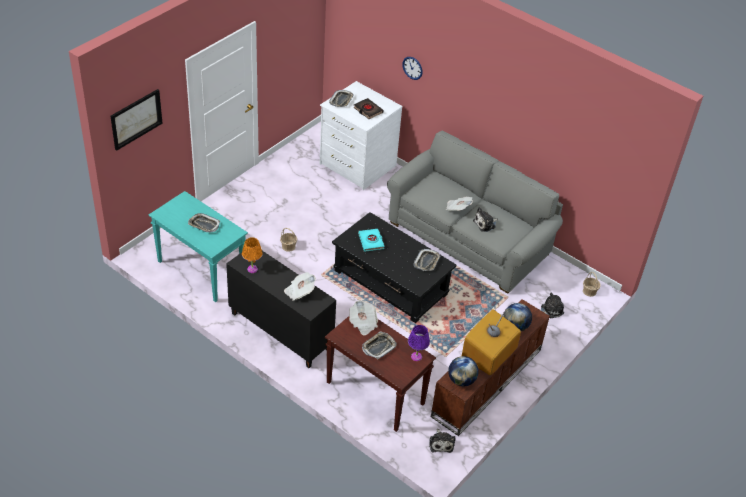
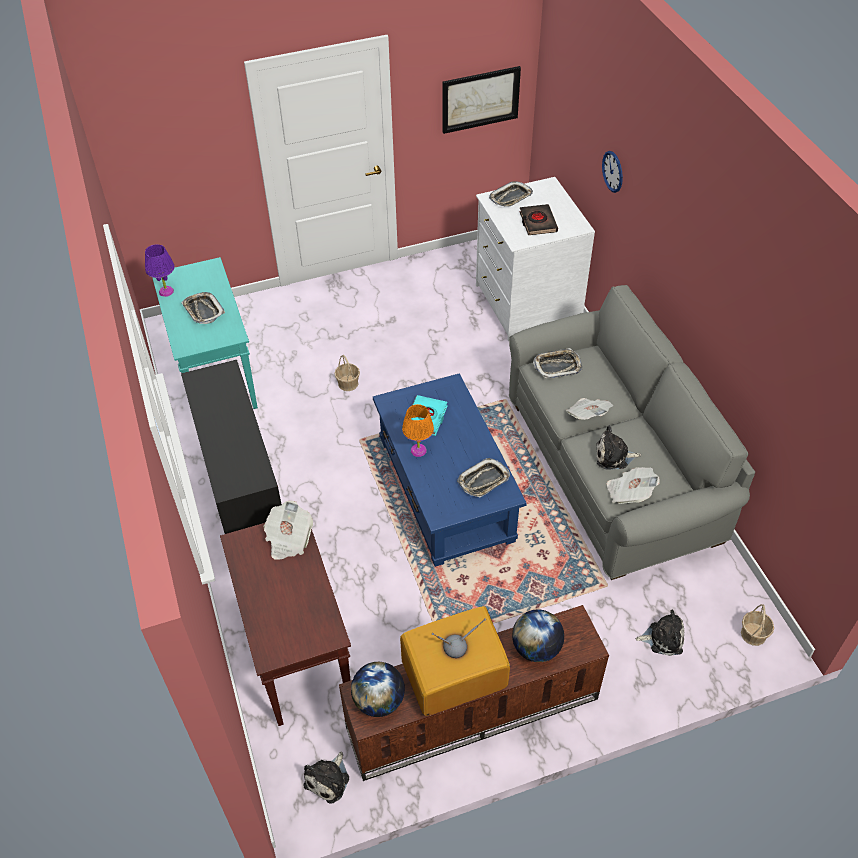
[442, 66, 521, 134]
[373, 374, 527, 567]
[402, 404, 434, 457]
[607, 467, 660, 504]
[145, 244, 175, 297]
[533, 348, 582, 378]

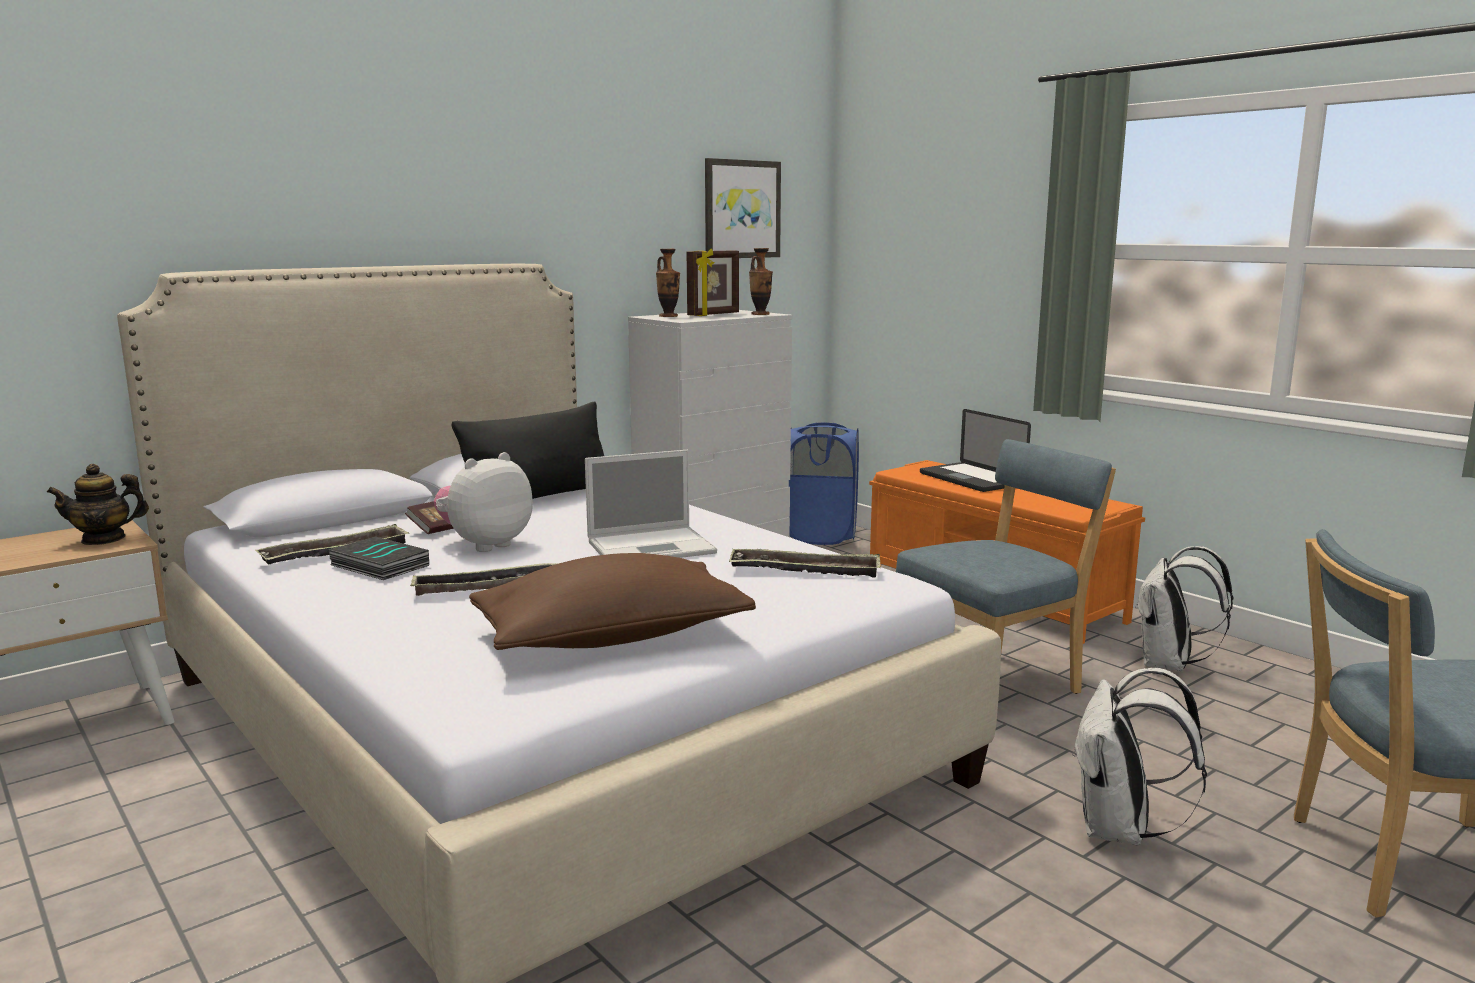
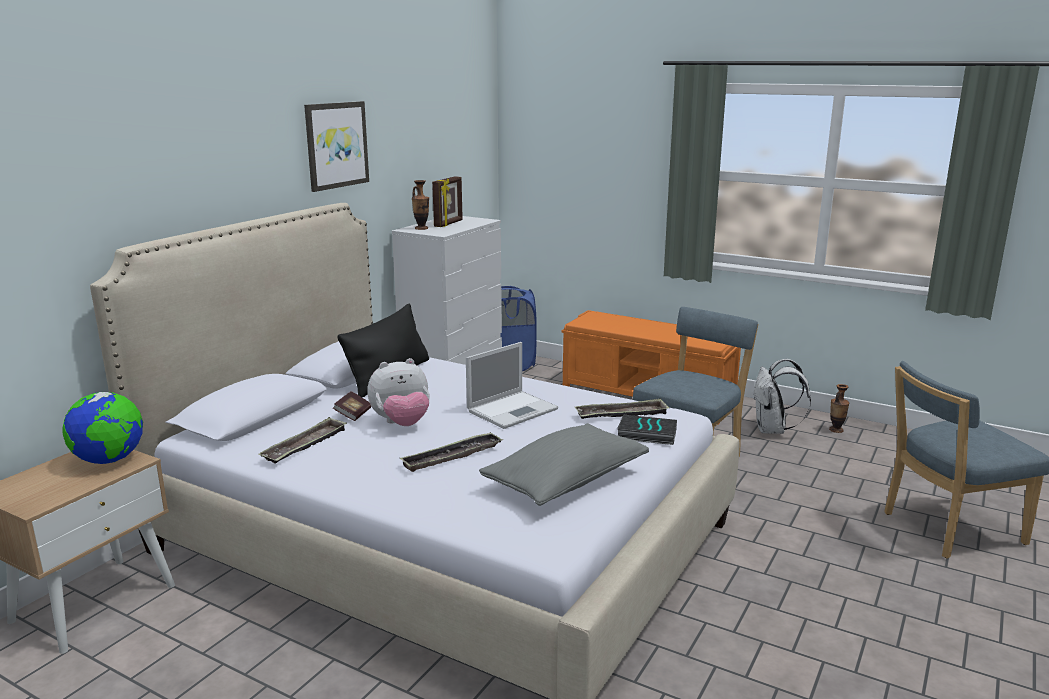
[304, 101, 369, 192]
[829, 384, 849, 433]
[920, 409, 1031, 492] (first image)
[367, 358, 430, 426]
[63, 392, 143, 464]
[617, 415, 677, 445]
[479, 423, 649, 506]
[1072, 668, 1207, 846] (first image)

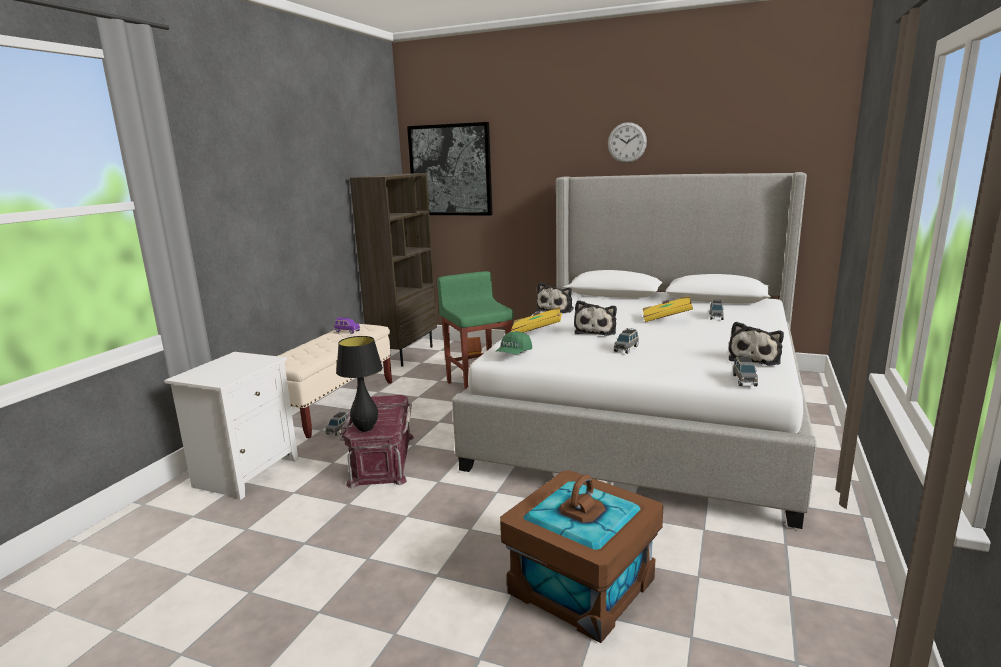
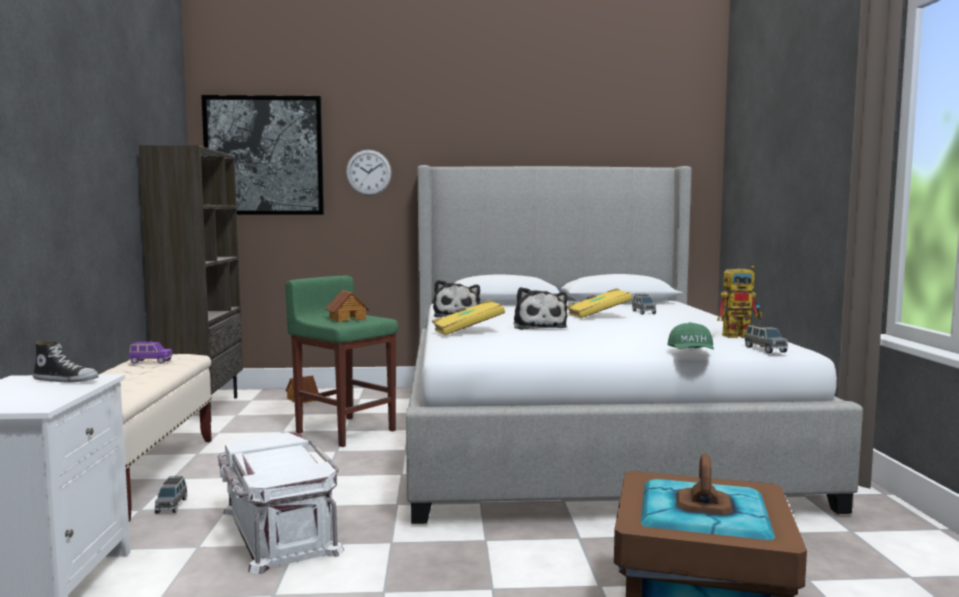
[346, 150, 392, 196]
[717, 266, 762, 338]
[614, 328, 639, 354] (first image)
[667, 322, 714, 349]
[336, 336, 383, 432] (first image)
[218, 432, 344, 574]
[325, 290, 370, 322]
[33, 341, 99, 383]

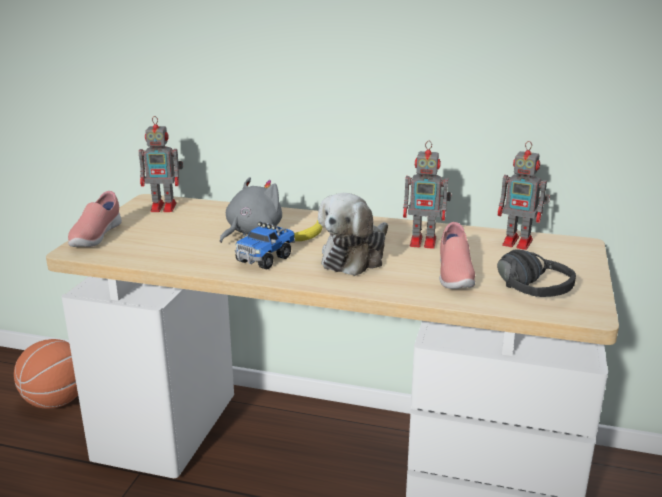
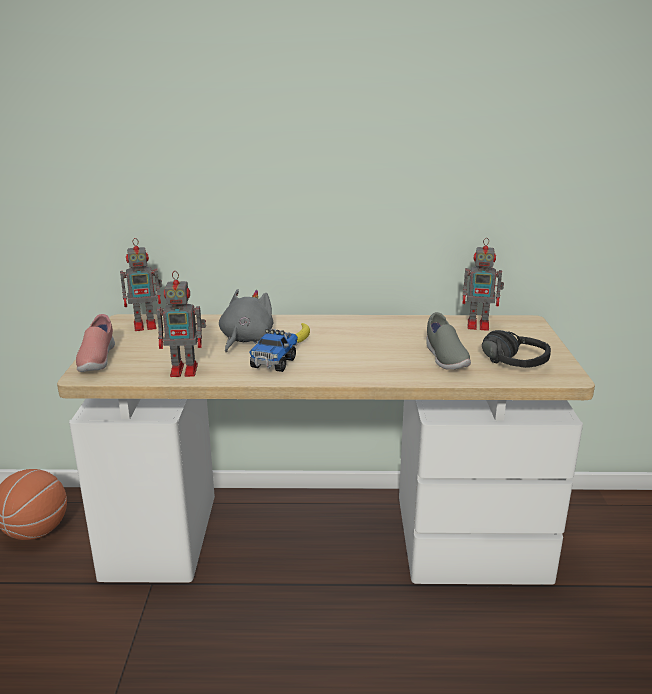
[157, 271, 206, 377]
[318, 193, 388, 276] (first image)
[426, 312, 471, 370]

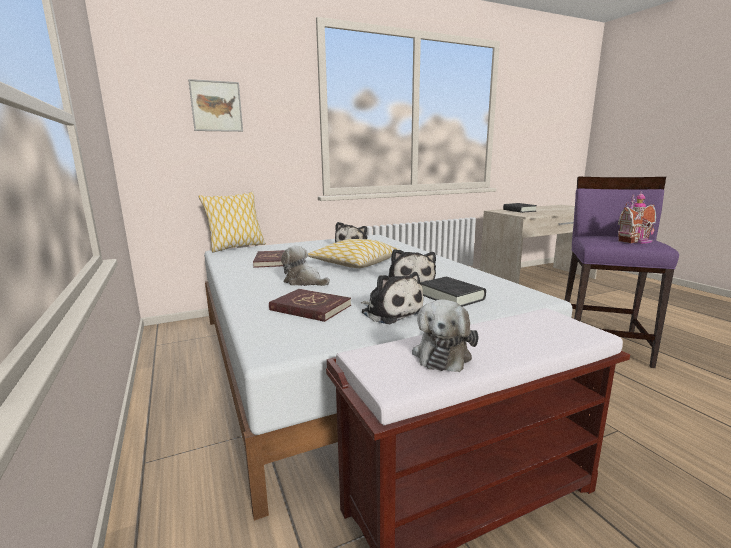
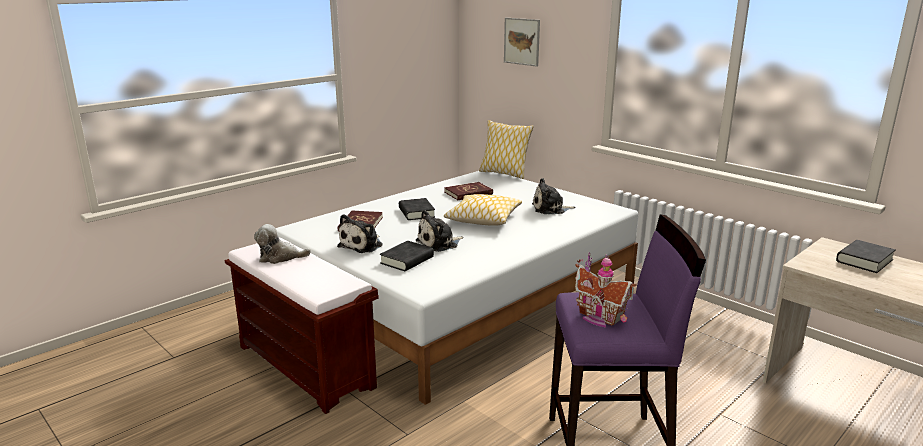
[399, 198, 435, 220]

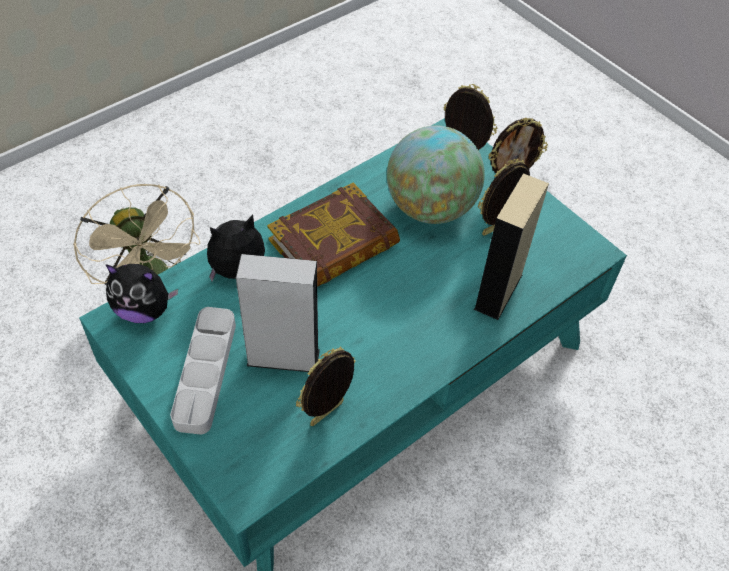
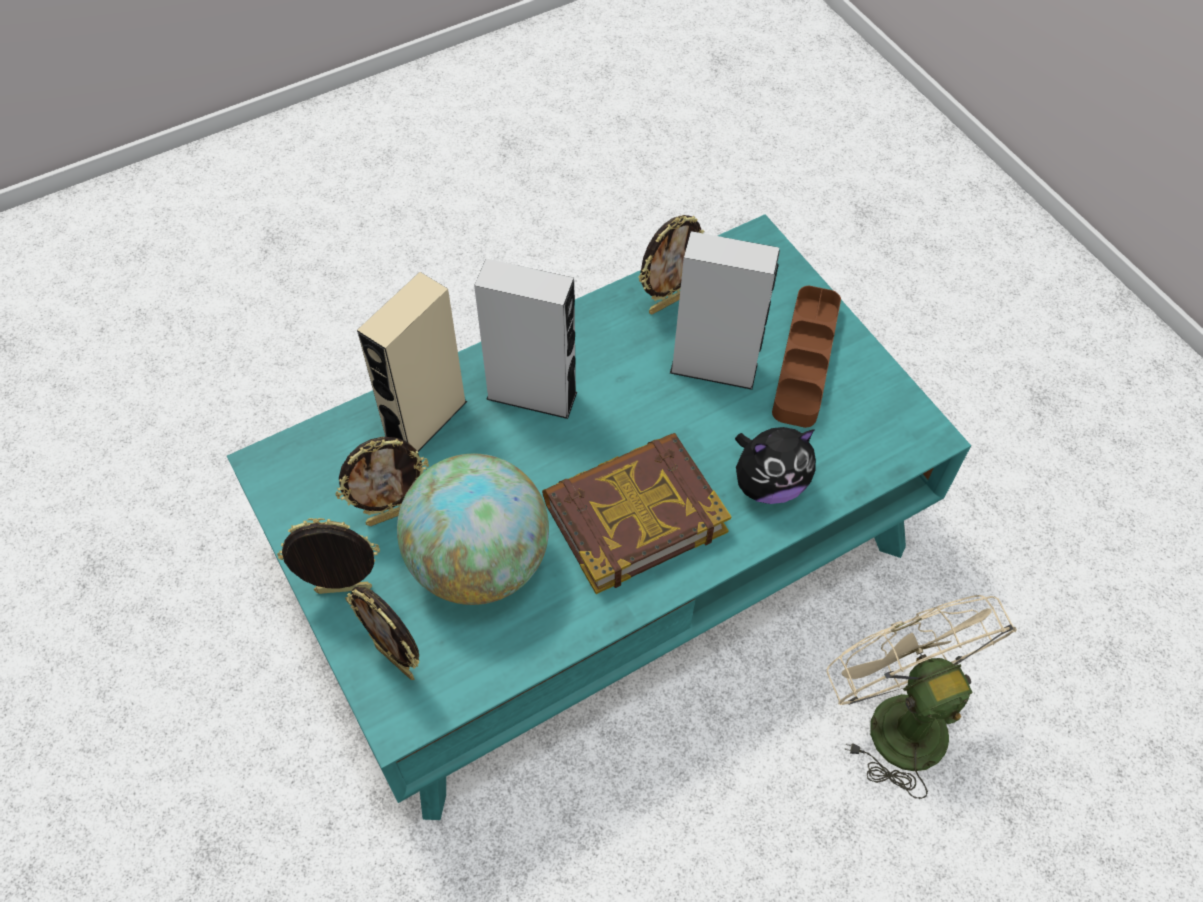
[105, 264, 178, 323] (first image)
[772, 286, 841, 428]
[474, 259, 577, 419]

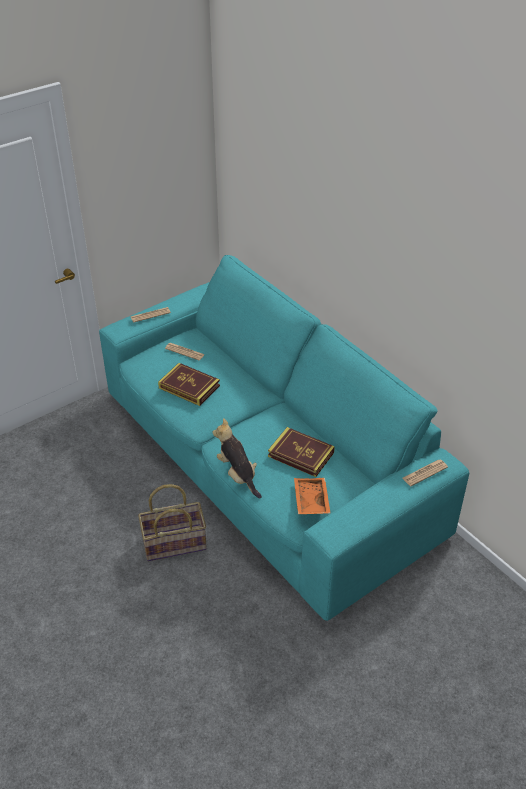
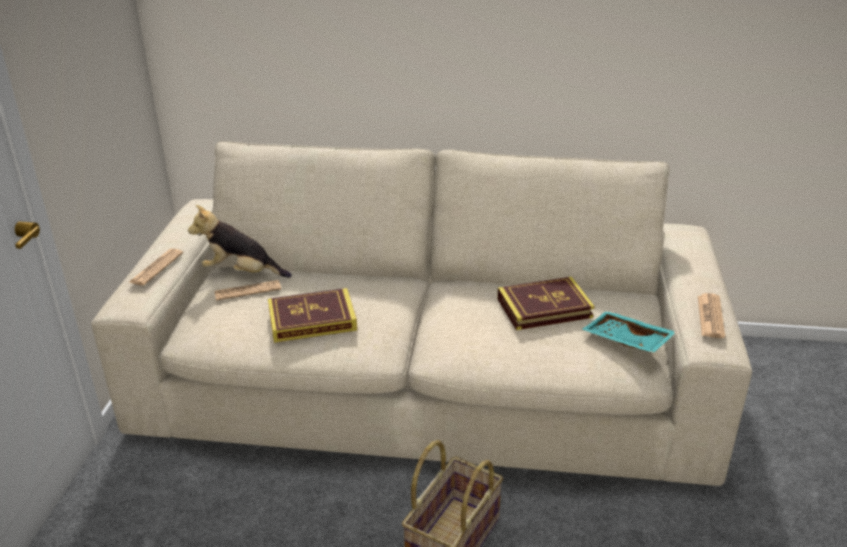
[91, 141, 752, 486]
[188, 205, 292, 278]
[698, 293, 725, 338]
[582, 311, 677, 353]

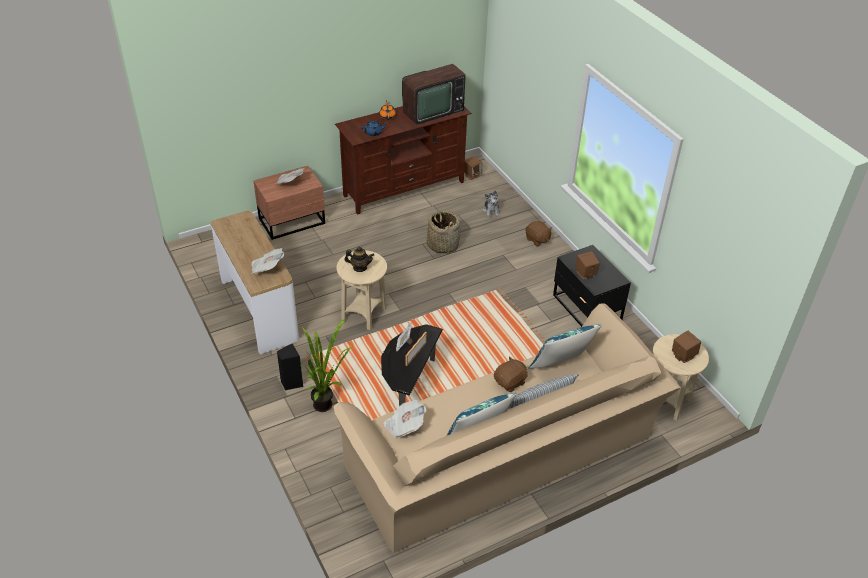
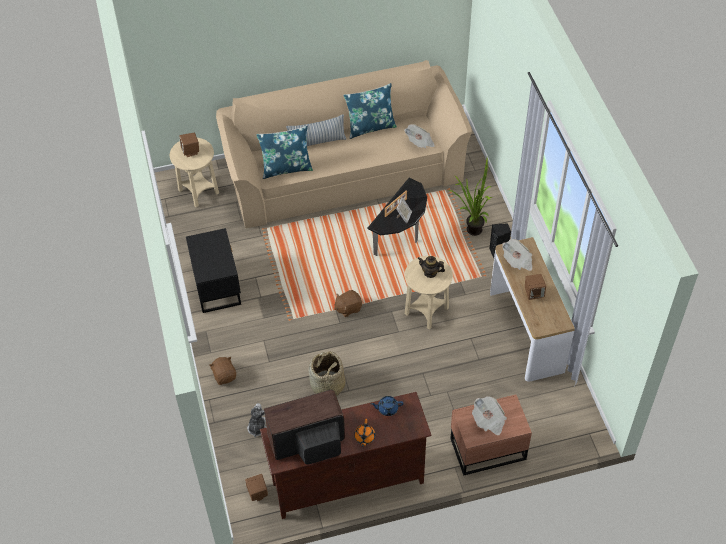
[525, 274, 546, 300]
[334, 290, 362, 317]

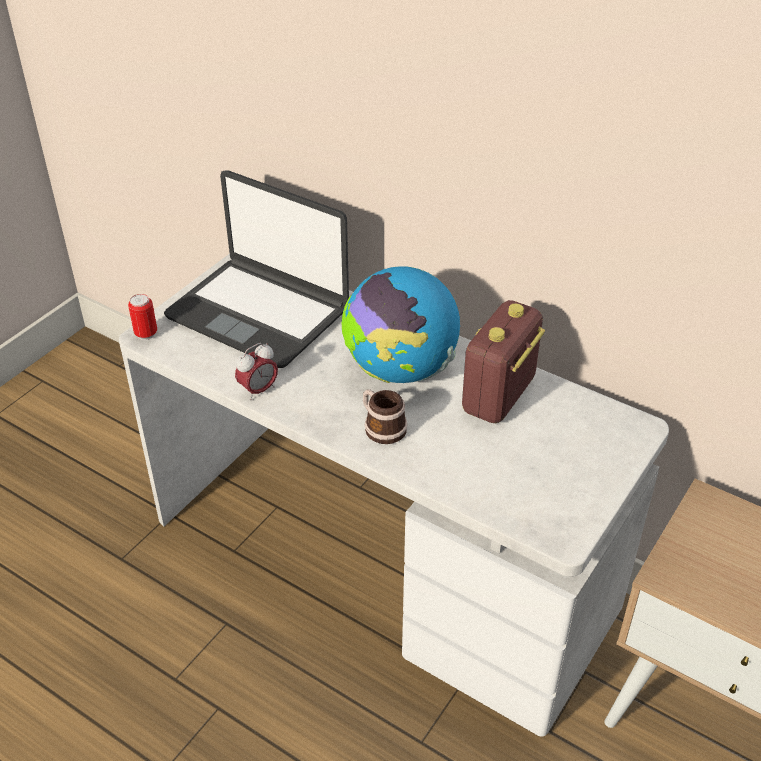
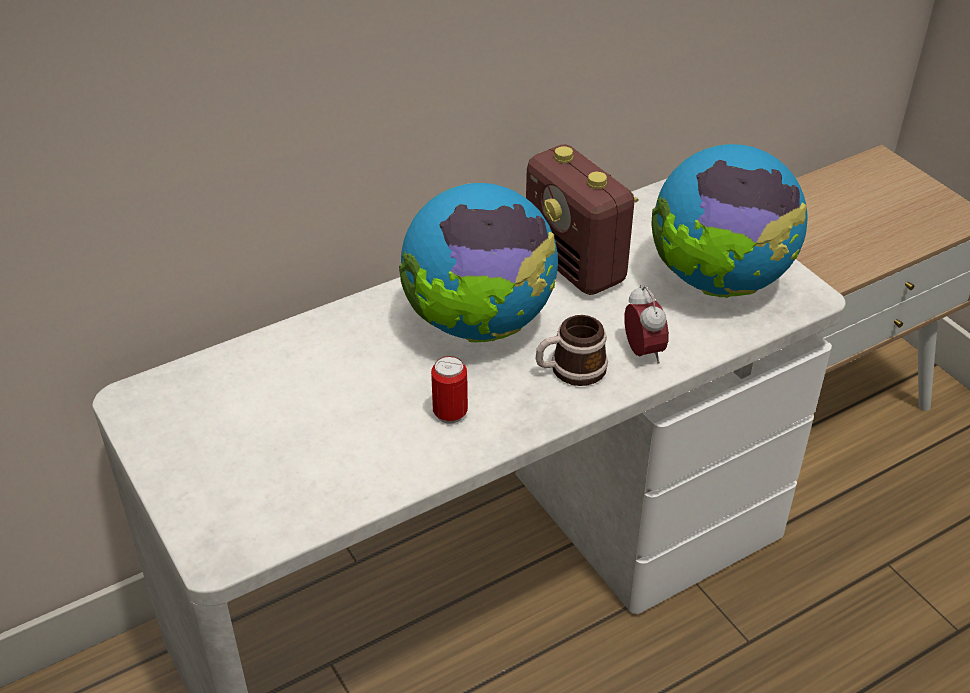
[164, 171, 349, 368] (first image)
[431, 356, 468, 424]
[624, 285, 669, 364]
[651, 144, 808, 298]

